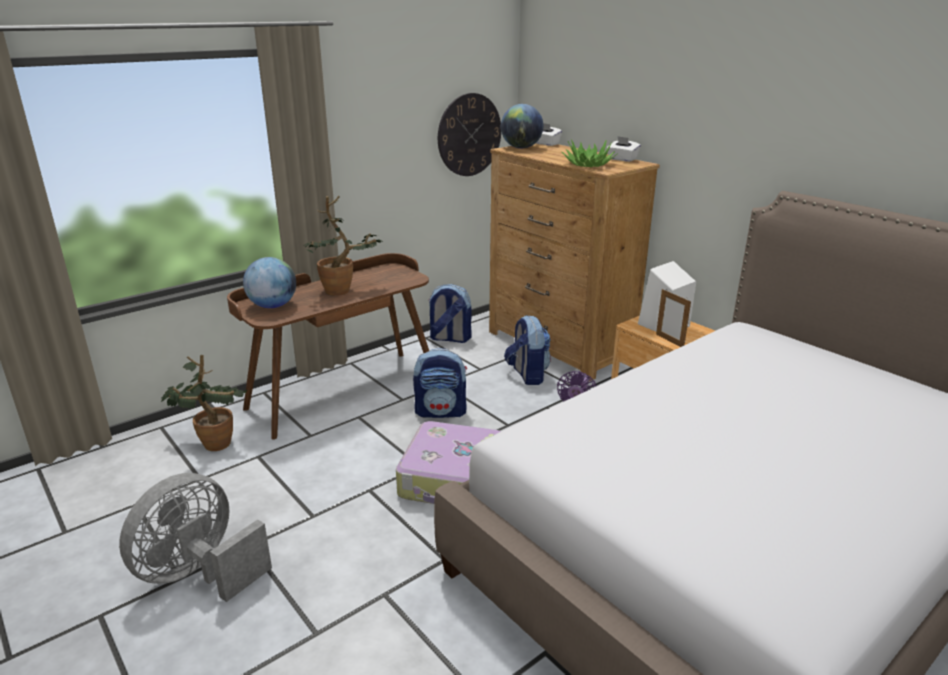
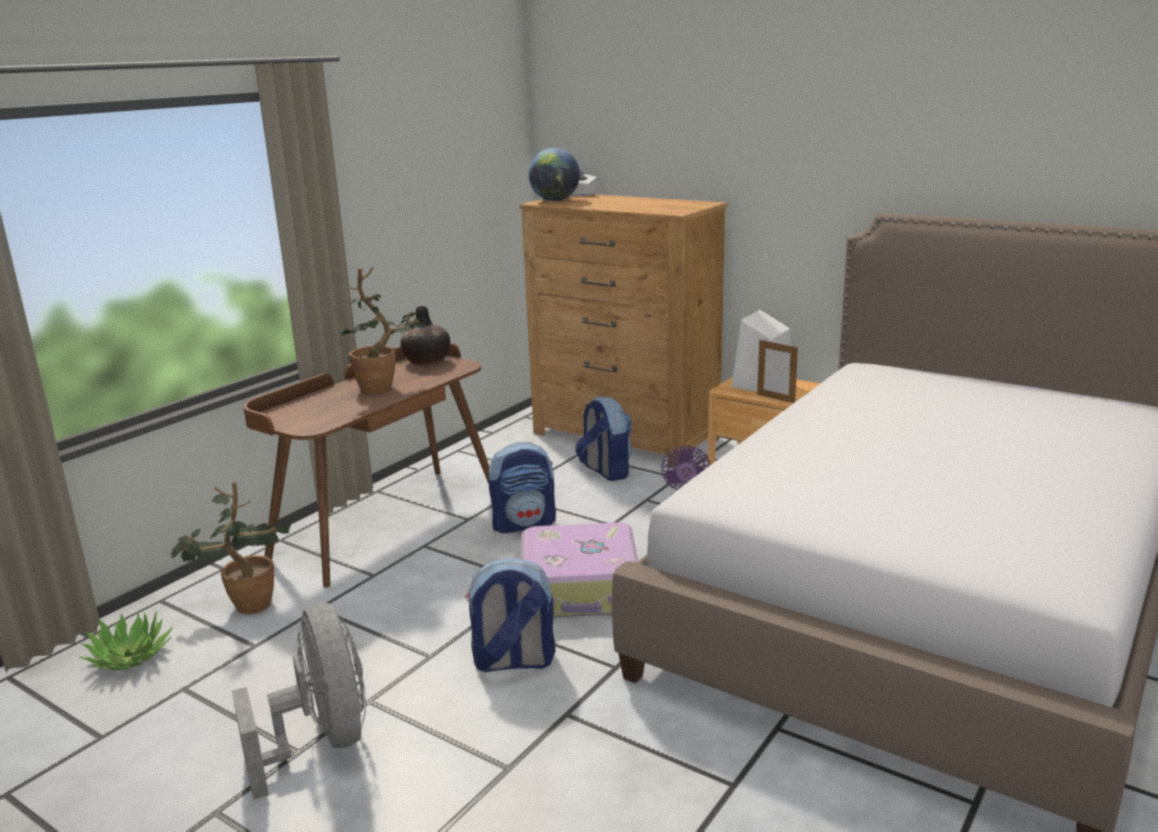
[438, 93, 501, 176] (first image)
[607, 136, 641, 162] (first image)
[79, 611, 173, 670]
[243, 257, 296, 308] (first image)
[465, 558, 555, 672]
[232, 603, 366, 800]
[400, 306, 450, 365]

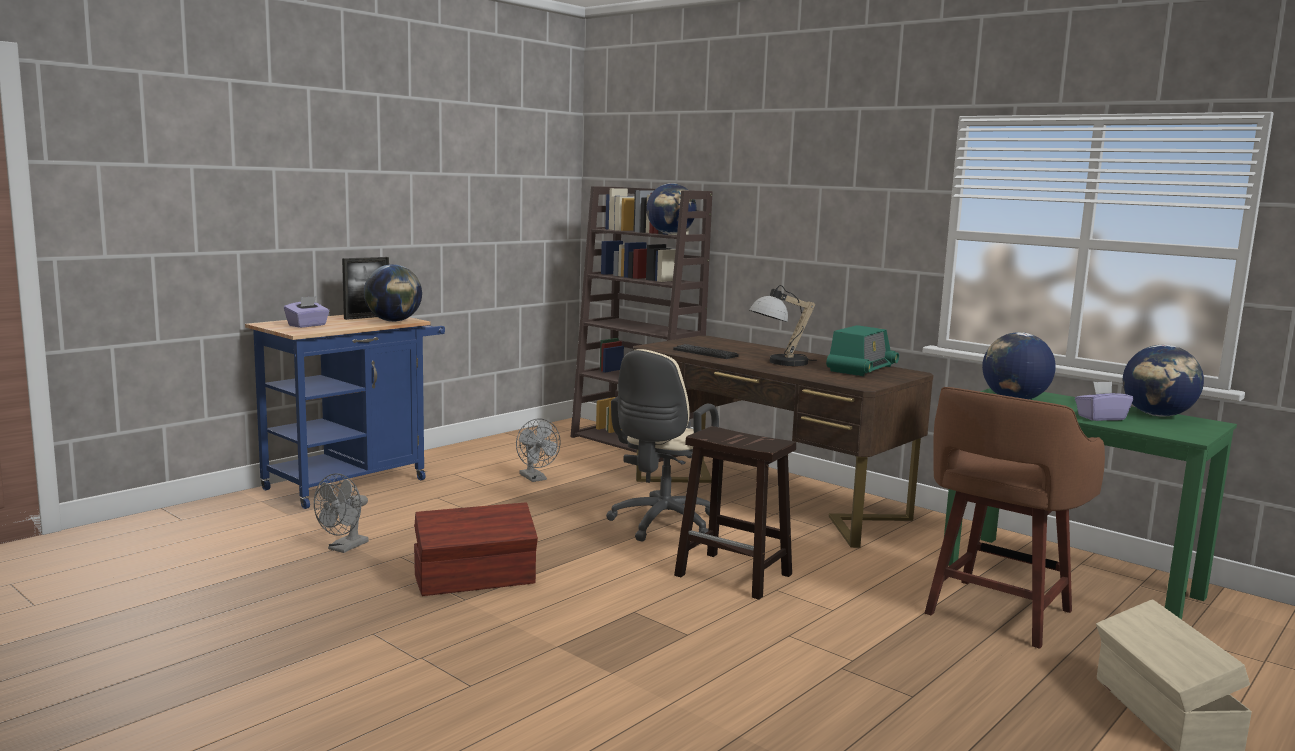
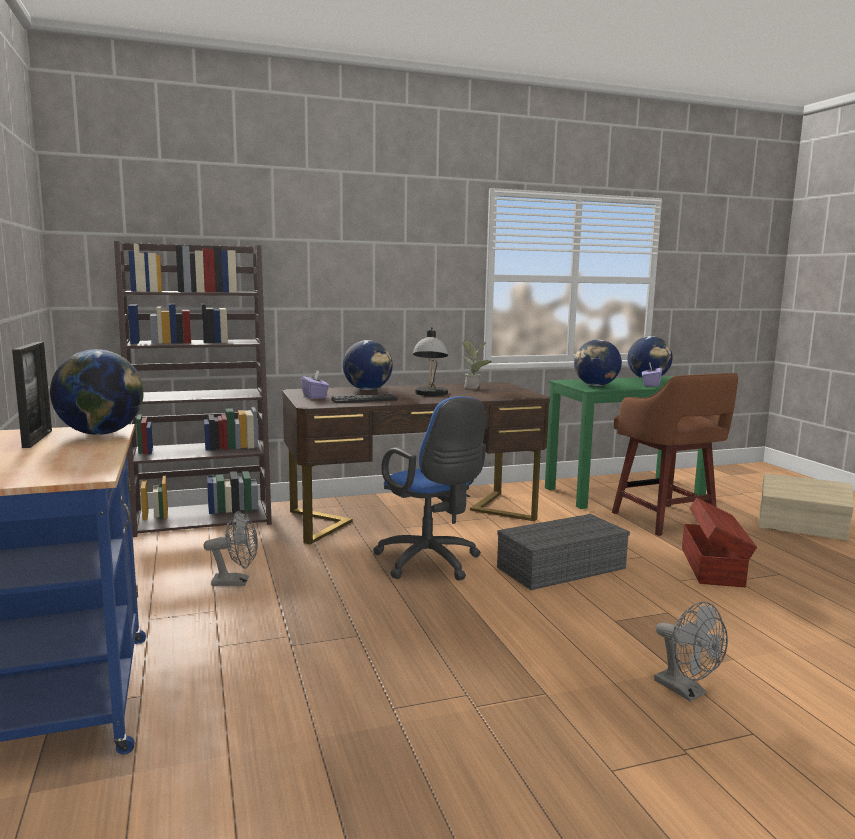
[343, 340, 393, 390]
[301, 371, 329, 399]
[461, 341, 492, 389]
[373, 396, 486, 581]
[497, 514, 630, 590]
[654, 602, 728, 701]
[682, 497, 757, 587]

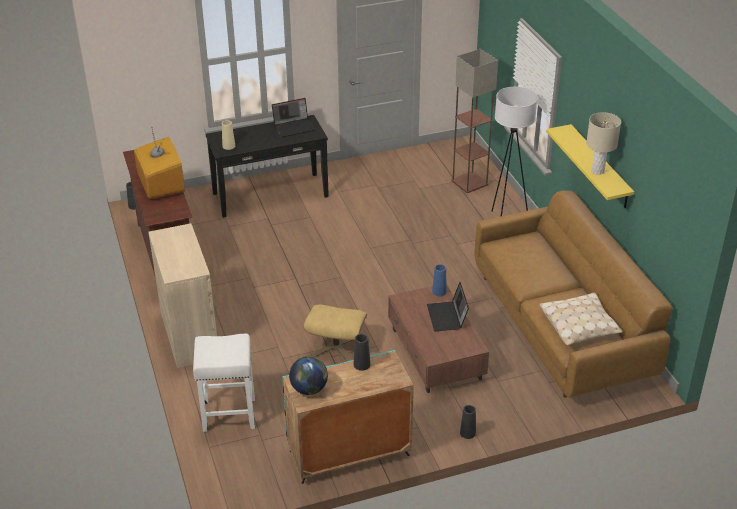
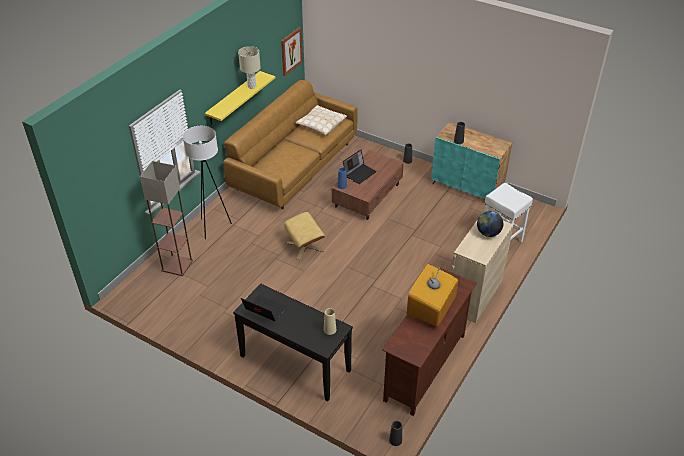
[284, 212, 325, 260]
[477, 211, 503, 237]
[281, 27, 302, 76]

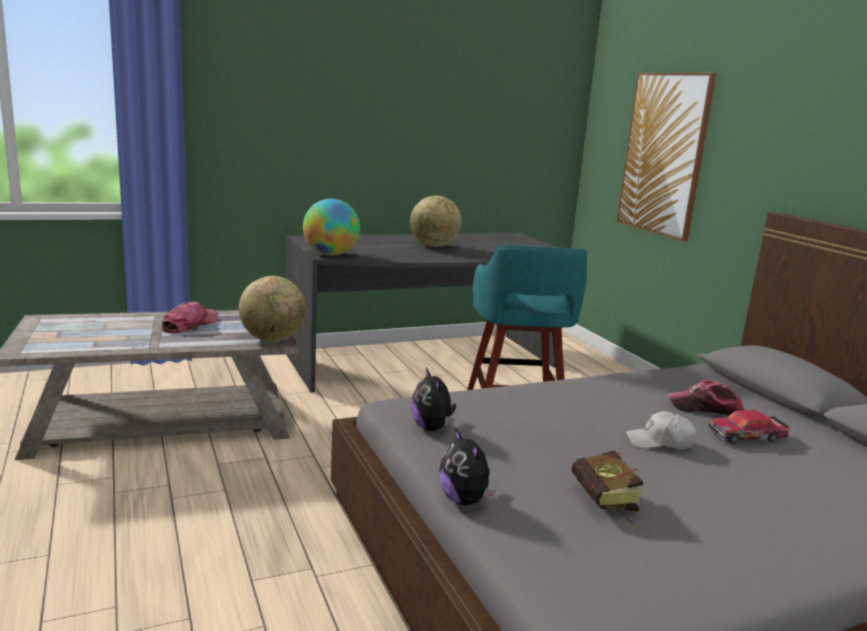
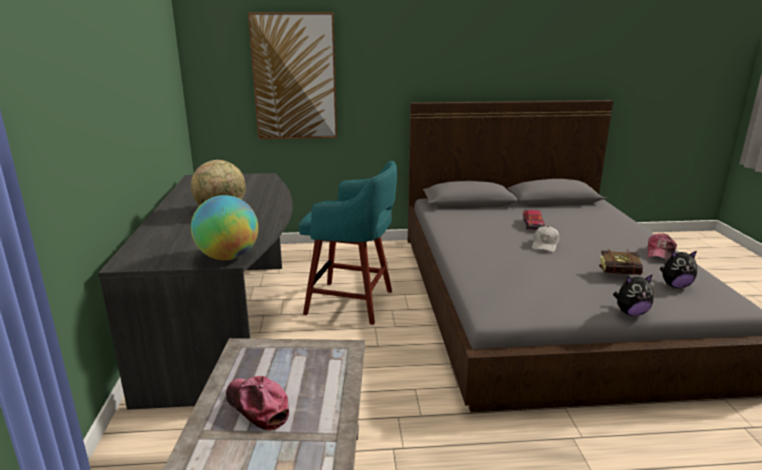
[239, 276, 306, 342] (first image)
[660, 251, 697, 288]
[648, 233, 677, 260]

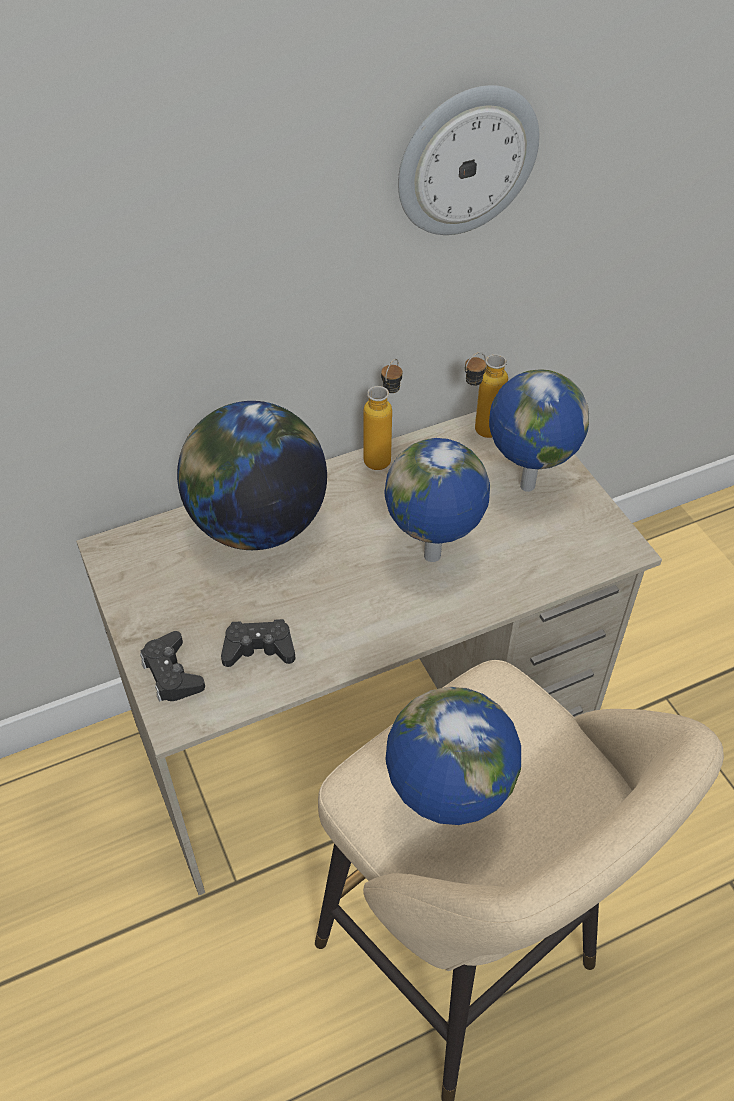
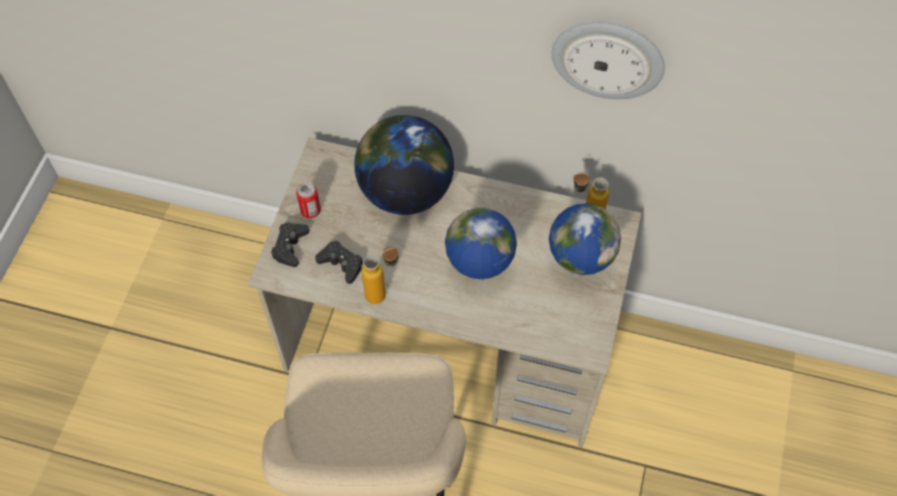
[362, 247, 399, 304]
[386, 687, 521, 825] (first image)
[296, 183, 321, 218]

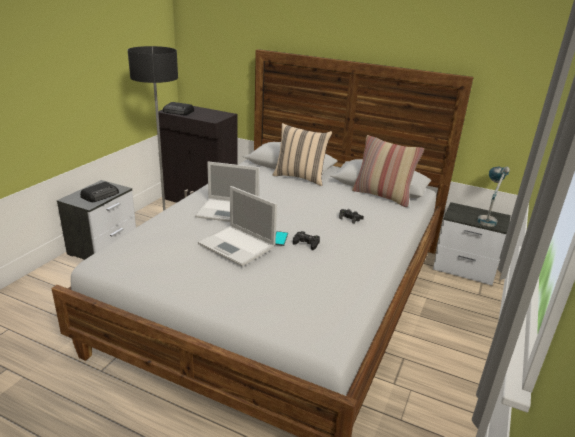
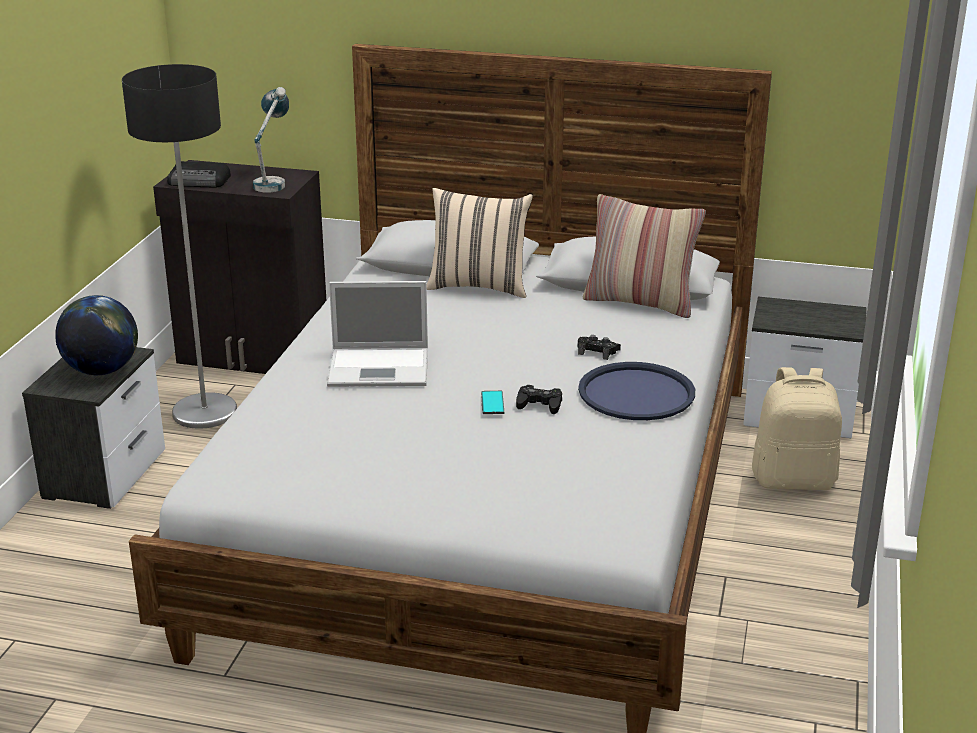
[253, 87, 289, 192]
[55, 295, 138, 375]
[198, 186, 277, 266] (first image)
[578, 362, 695, 420]
[752, 367, 842, 490]

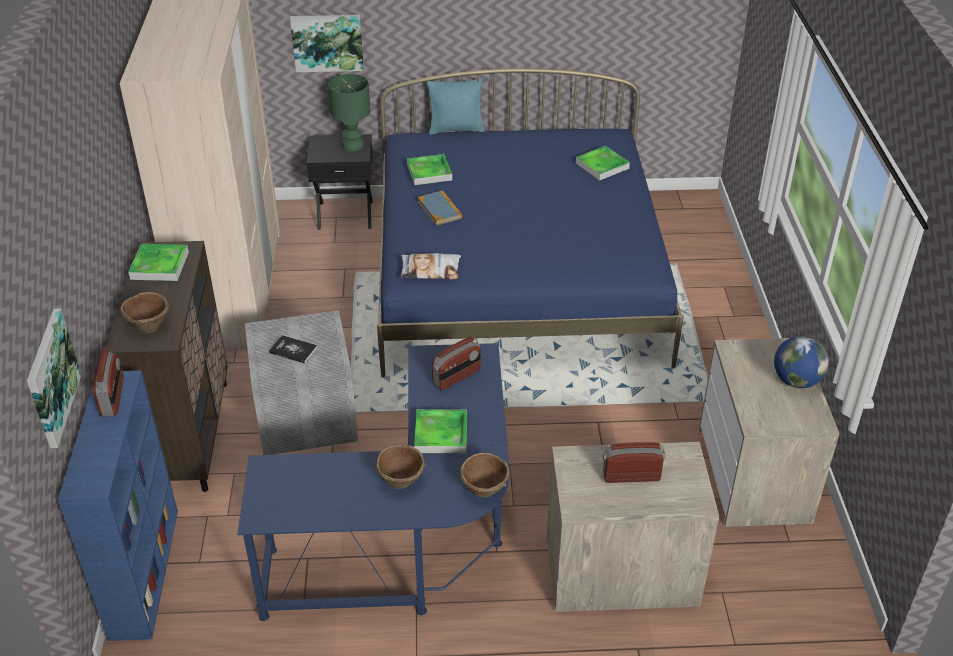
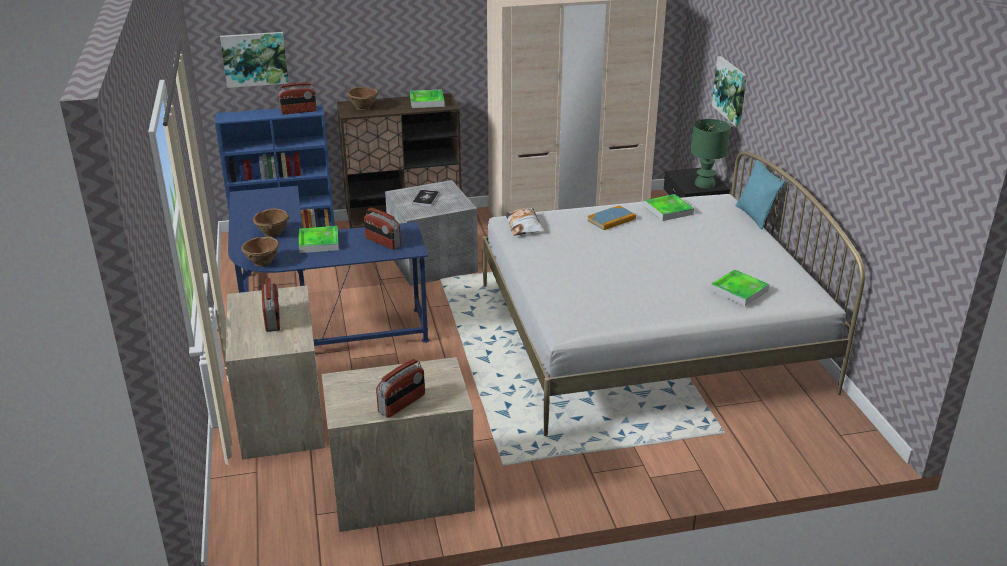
[482, 151, 865, 436]
[376, 359, 425, 418]

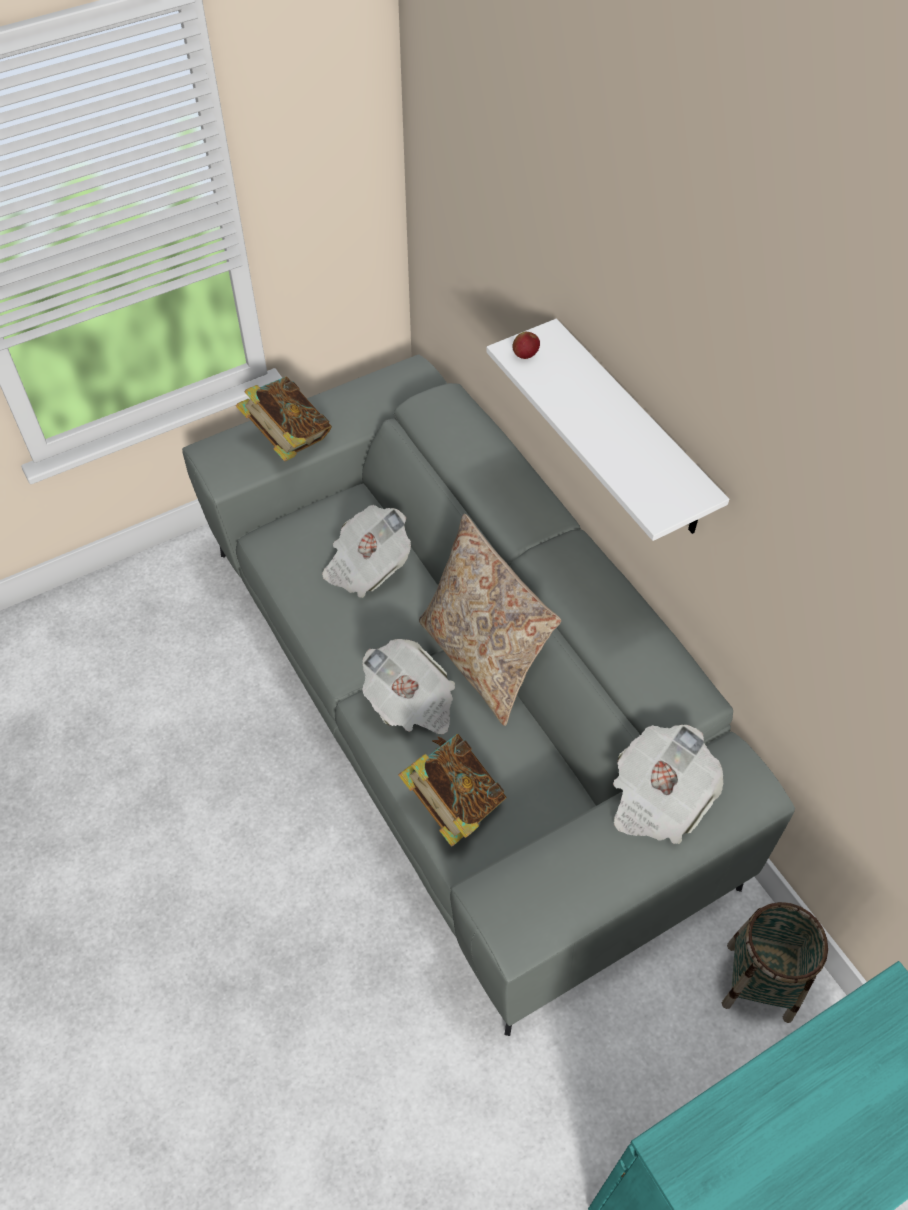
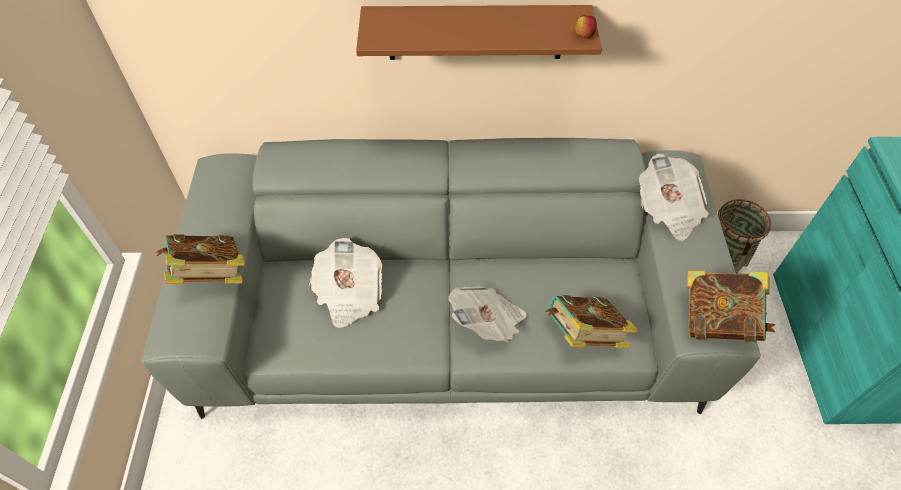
[356, 5, 602, 60]
[575, 15, 597, 38]
[419, 514, 561, 726] (first image)
[687, 271, 775, 342]

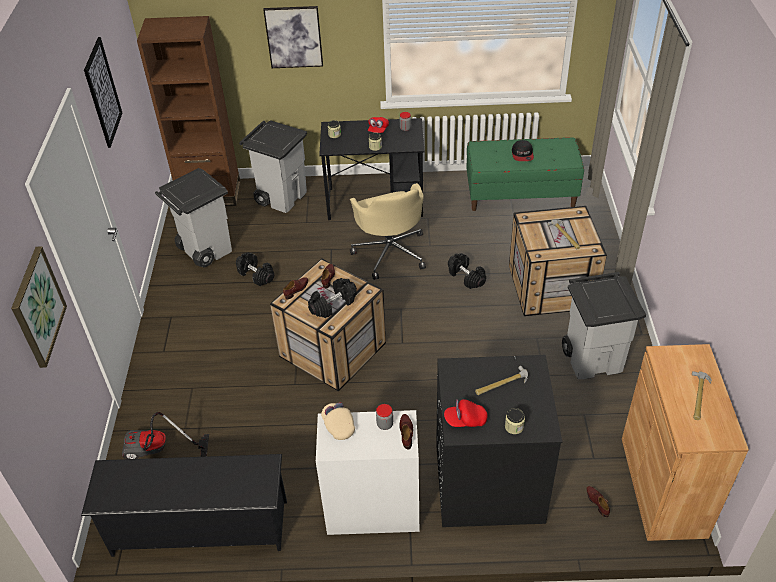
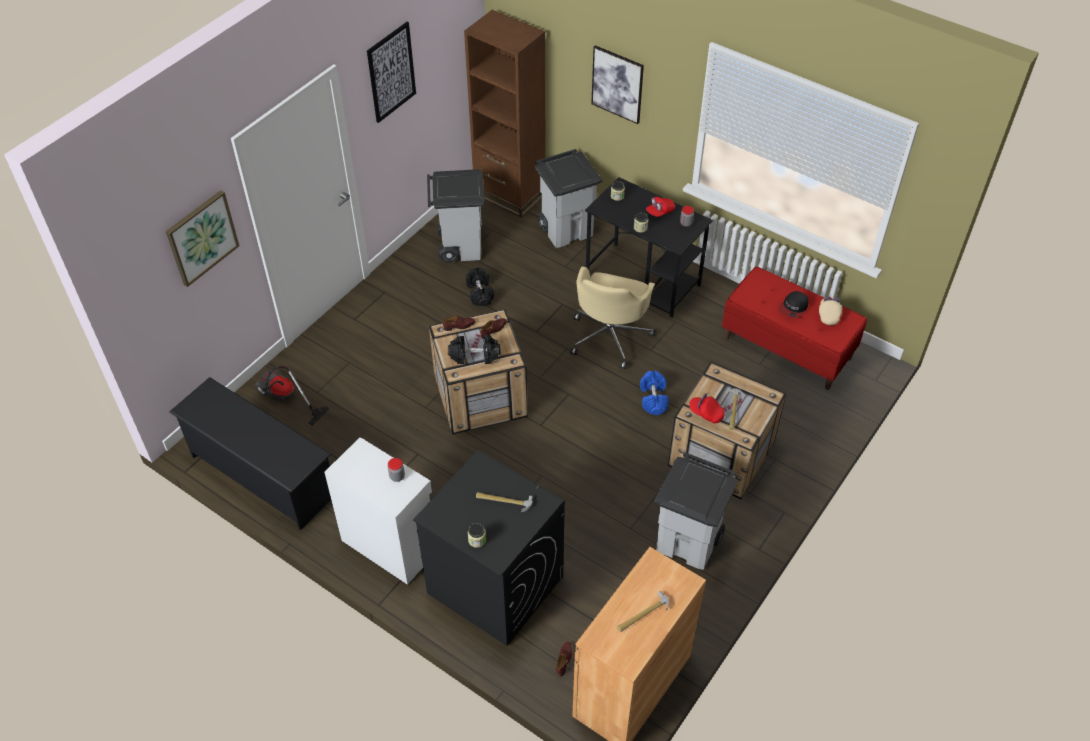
[722, 267, 867, 390]
[640, 371, 669, 415]
[689, 393, 725, 423]
[819, 296, 842, 325]
[399, 414, 413, 449] (first image)

